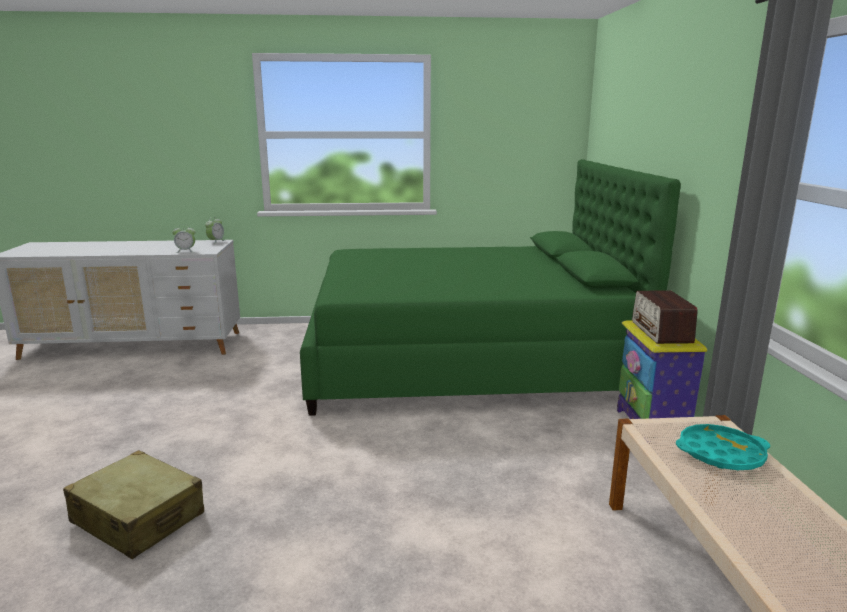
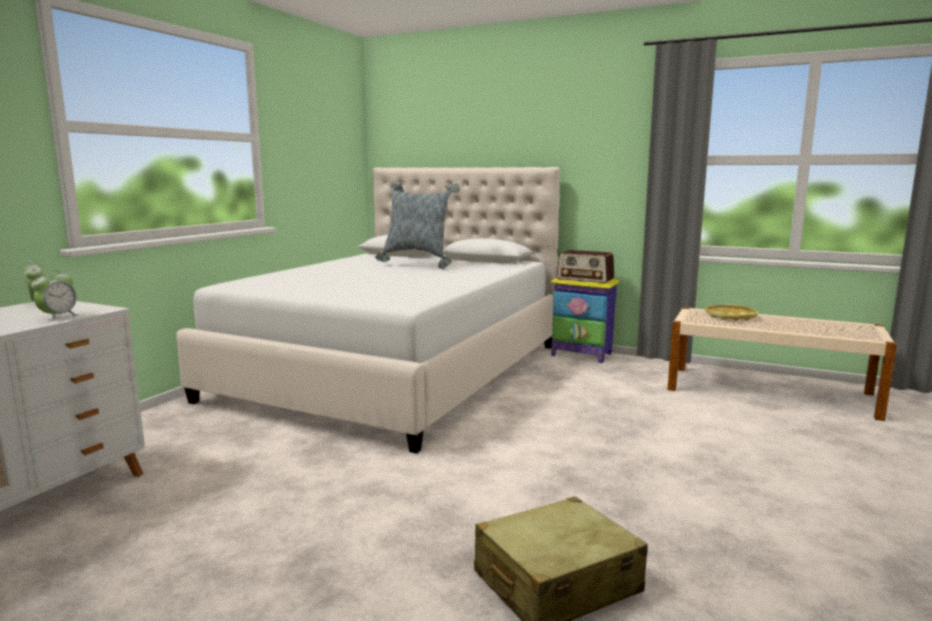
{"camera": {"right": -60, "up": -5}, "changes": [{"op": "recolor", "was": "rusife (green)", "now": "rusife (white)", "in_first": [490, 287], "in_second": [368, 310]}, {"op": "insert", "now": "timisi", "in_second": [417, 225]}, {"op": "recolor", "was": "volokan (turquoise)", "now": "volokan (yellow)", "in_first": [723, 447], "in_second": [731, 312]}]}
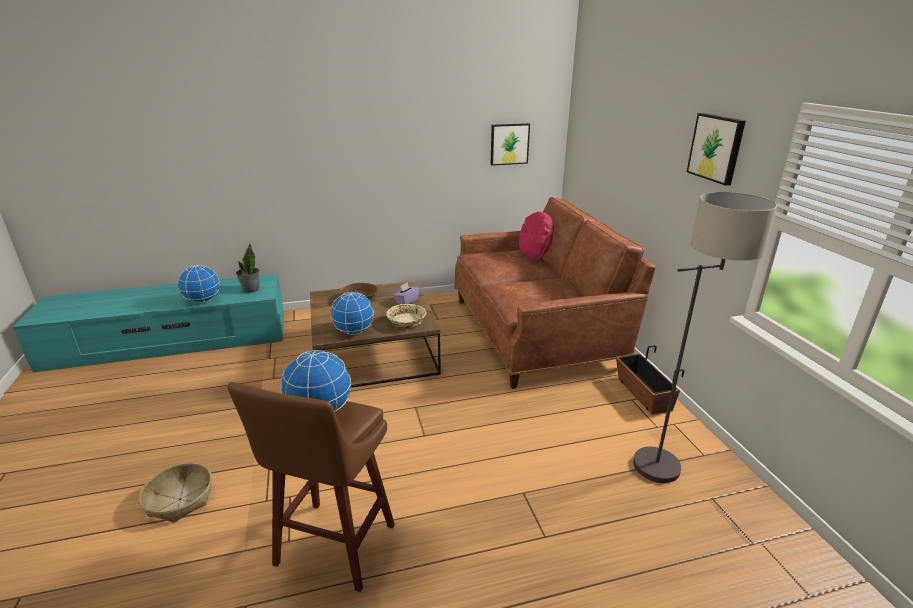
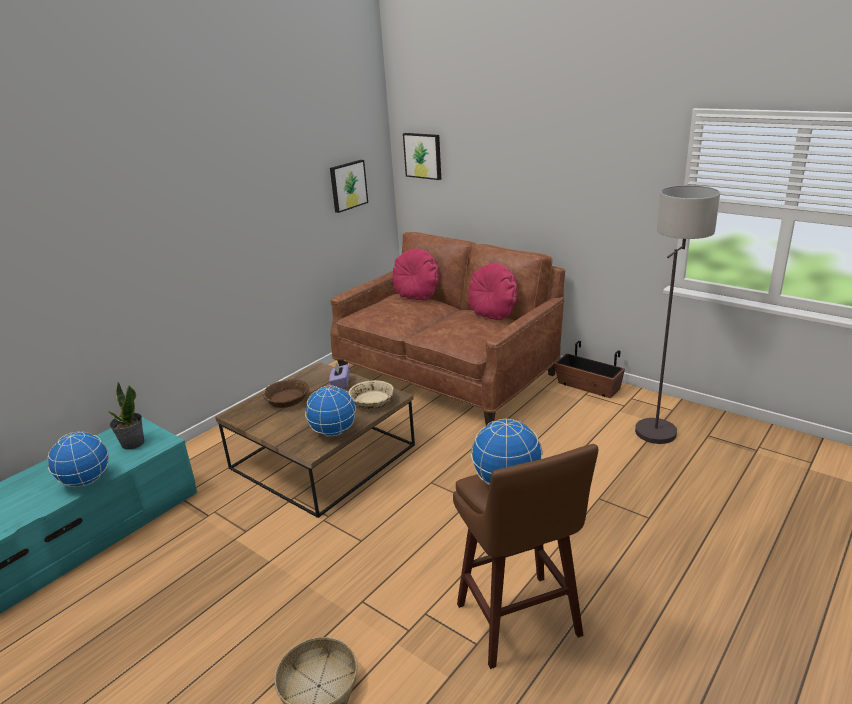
{"camera": {"right": -35, "up": 0}, "changes": [{"op": "move", "was": "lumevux", "in_first": [716, 149], "in_second": [422, 156]}, {"op": "insert", "now": "timisi (pink)", "in_second": [493, 291]}]}
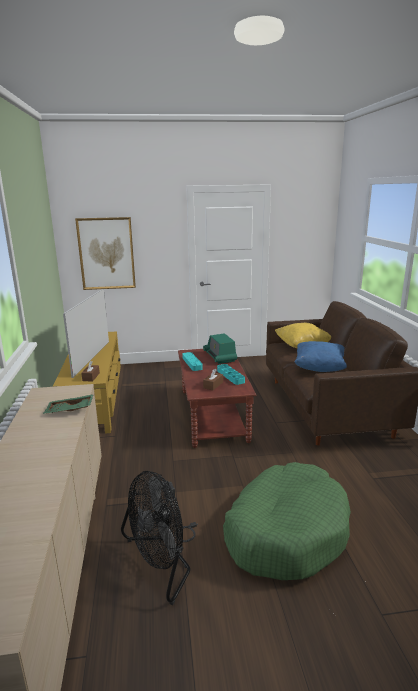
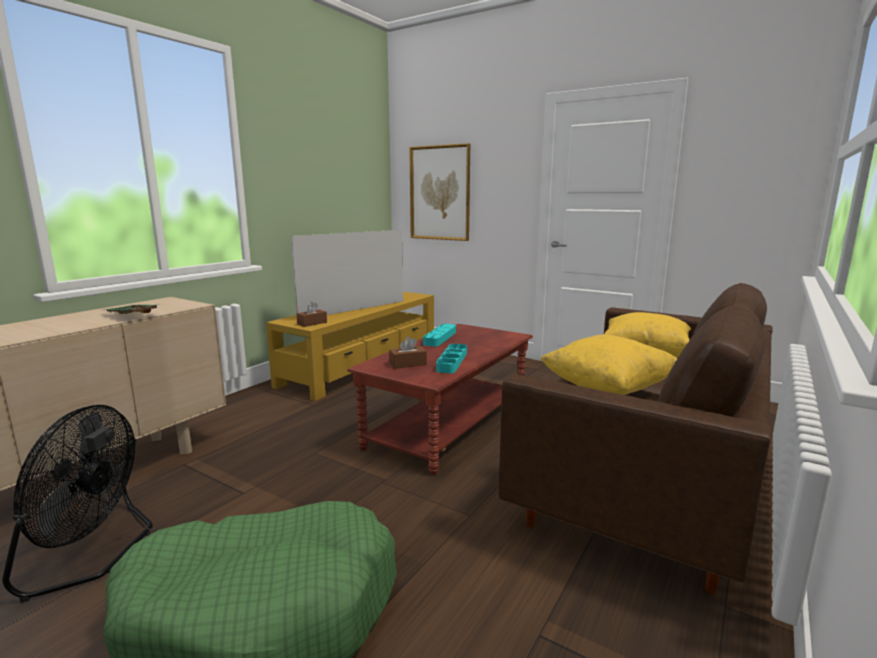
{"camera": {"right": 40, "up": -5}, "changes": [{"op": "recolor", "was": "timisi (blue)", "now": "timisi (yellow)", "in_first": [321, 356], "in_second": [609, 365]}, {"op": "delete", "was": "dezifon", "in_first": [220, 348]}]}
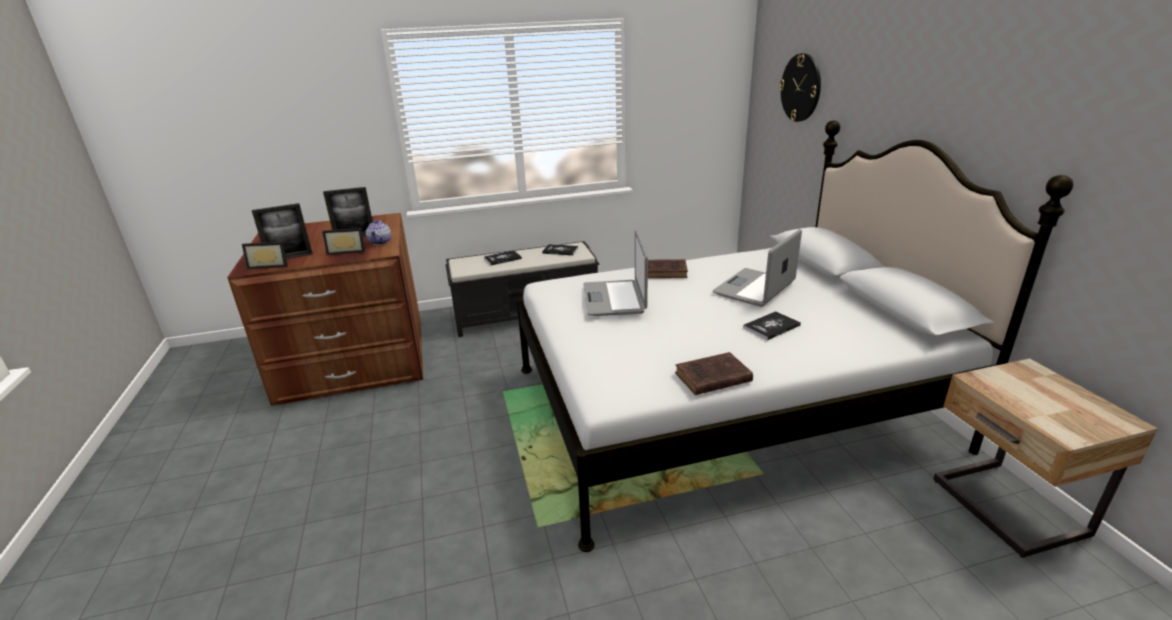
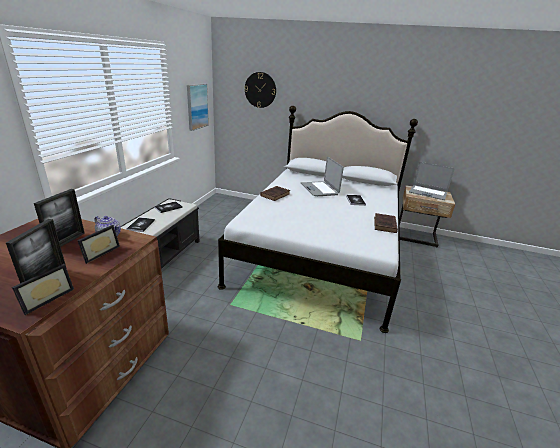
{"camera": {"right": -60, "up": 0}, "changes": [{"op": "insert", "now": "lumevux", "in_second": [198, 107]}, {"op": "move", "was": "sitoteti", "in_first": [615, 273], "in_second": [431, 181]}]}
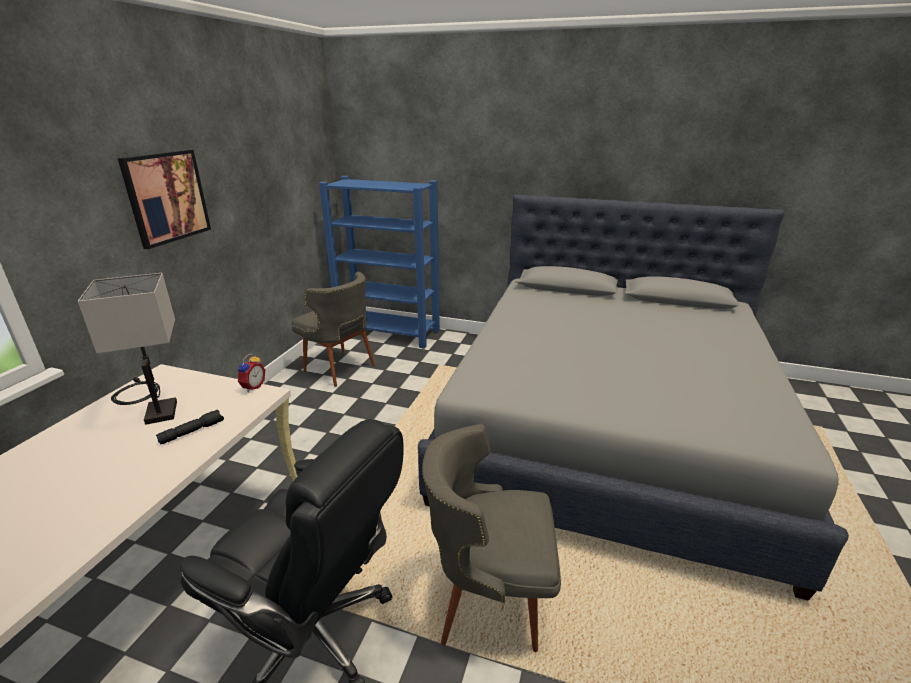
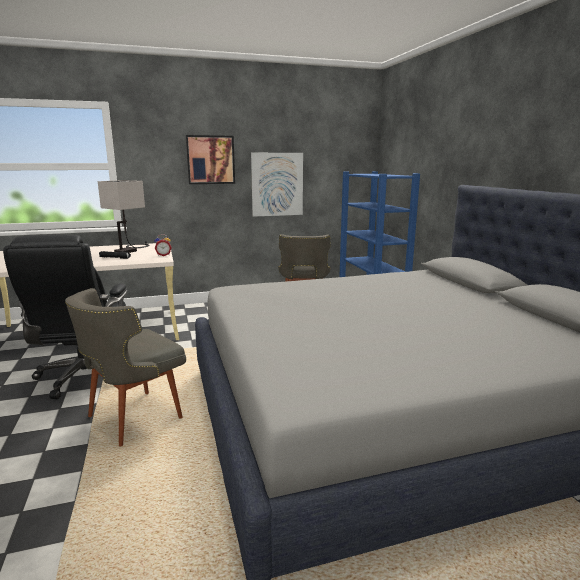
{"camera": {"right": 55, "up": -10}, "changes": [{"op": "rotate", "was": "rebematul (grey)", "in_first": [491, 538], "in_second": [125, 367], "clockwise": -105}, {"op": "insert", "now": "lumevux", "in_second": [277, 185]}]}
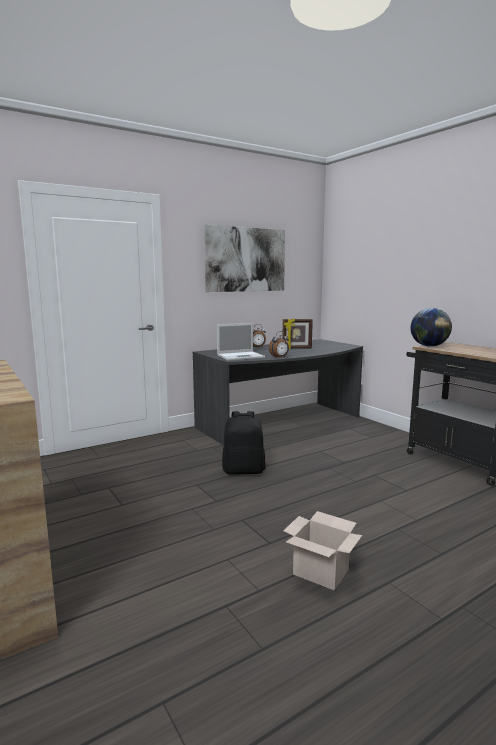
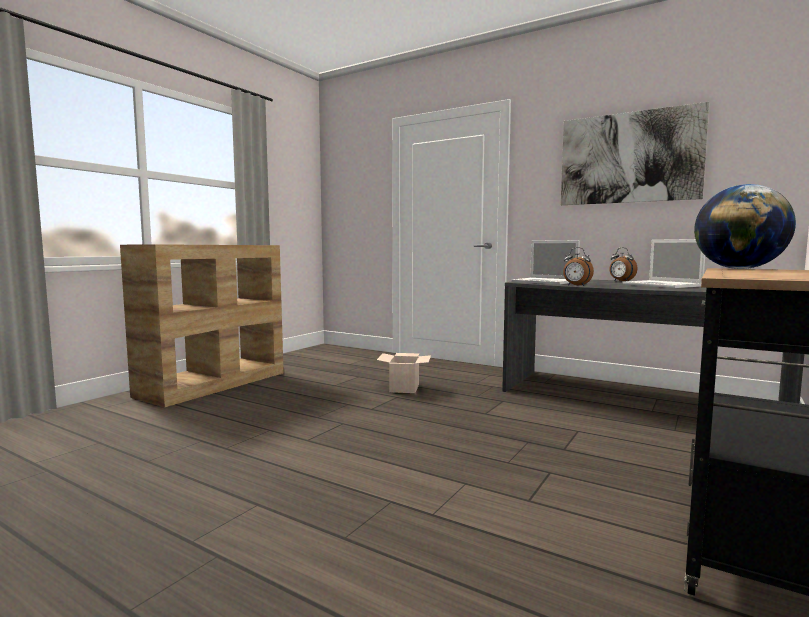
{"camera": {"right": 65, "up": -5}, "changes": [{"op": "move", "was": "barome", "in_first": [322, 550], "in_second": [404, 373]}, {"op": "replace", "was": "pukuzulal", "now": "sitoteti", "in_first": [297, 333], "in_second": [664, 263]}, {"op": "delete", "was": "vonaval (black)", "in_first": [244, 443]}]}
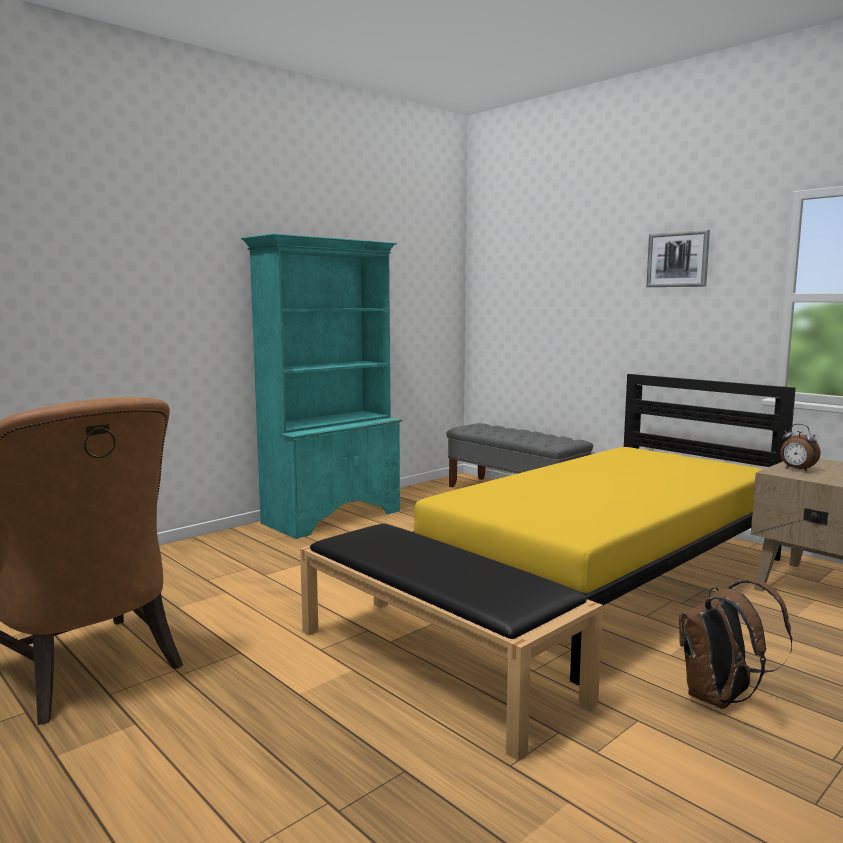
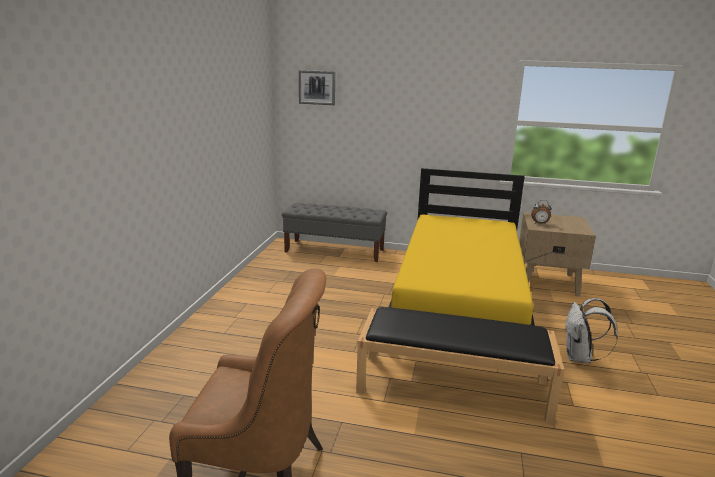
{"camera": {"right": -35, "up": 10}, "changes": [{"op": "move", "was": "lumevux", "in_first": [678, 258], "in_second": [317, 87]}, {"op": "recolor", "was": "vonaval (brown)", "now": "vonaval (white)", "in_first": [735, 644], "in_second": [591, 331]}, {"op": "delete", "was": "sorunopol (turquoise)", "in_first": [321, 386]}]}
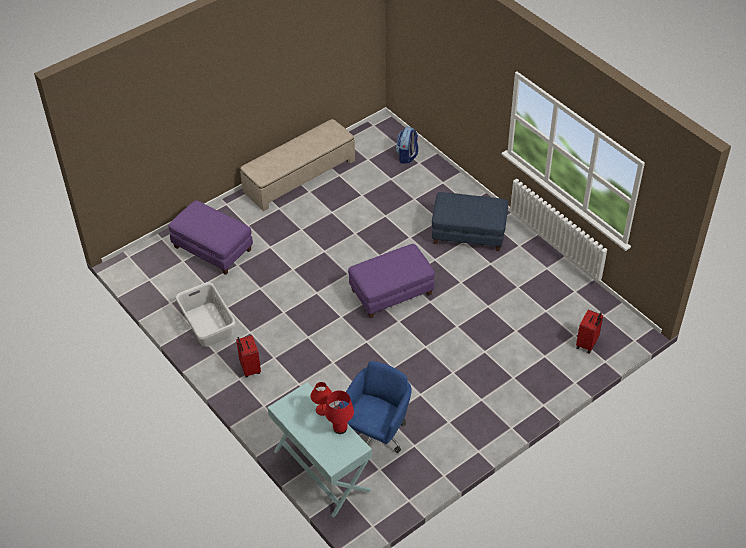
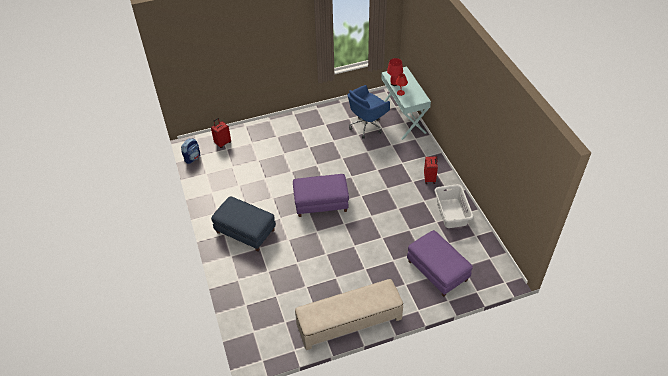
{"camera": {"right": -160, "up": 0}, "changes": [{"op": "move", "was": "vonaval", "in_first": [407, 145], "in_second": [191, 151]}]}
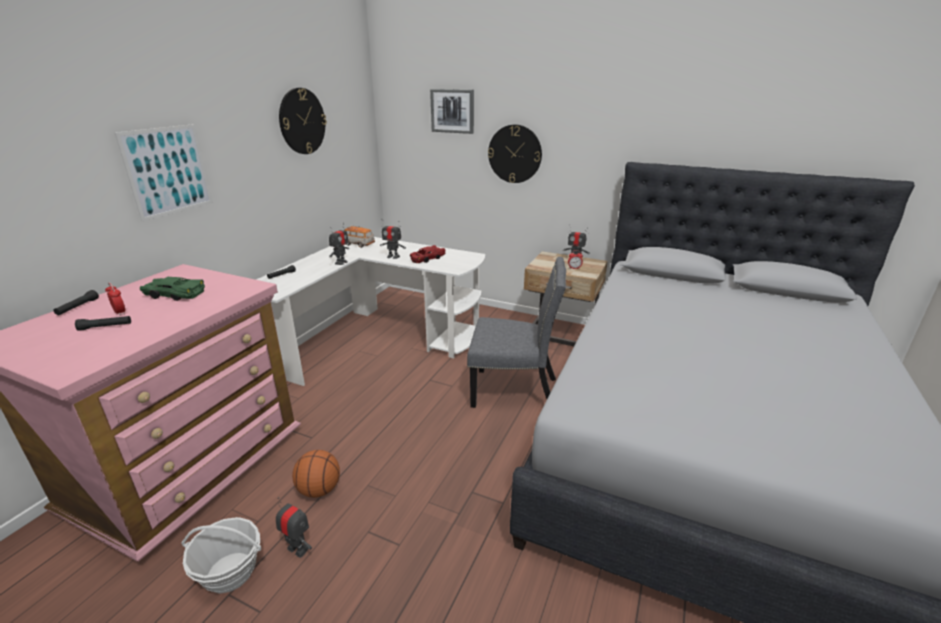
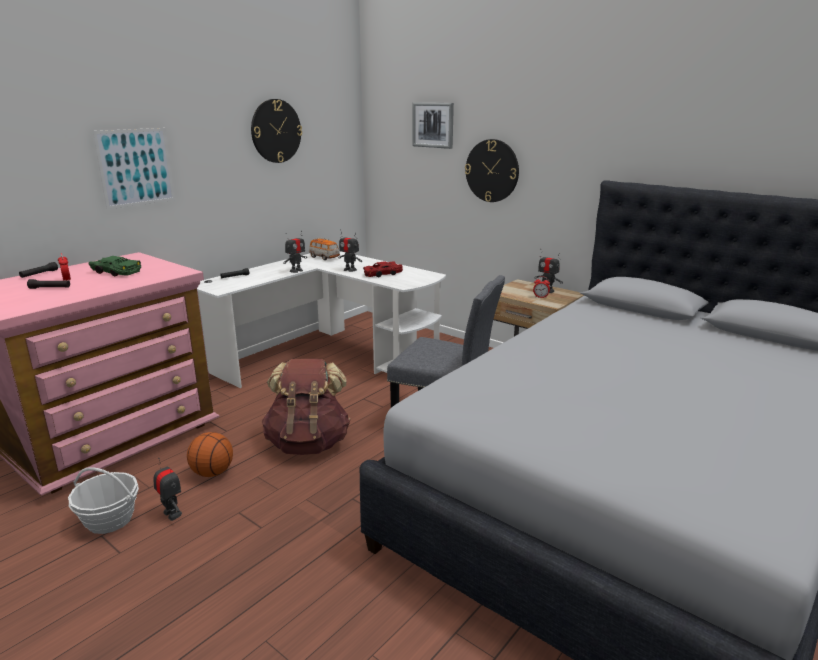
{"camera": {"right": 15, "up": -5}, "changes": [{"op": "insert", "now": "vonaval (brown)", "in_second": [305, 407]}]}
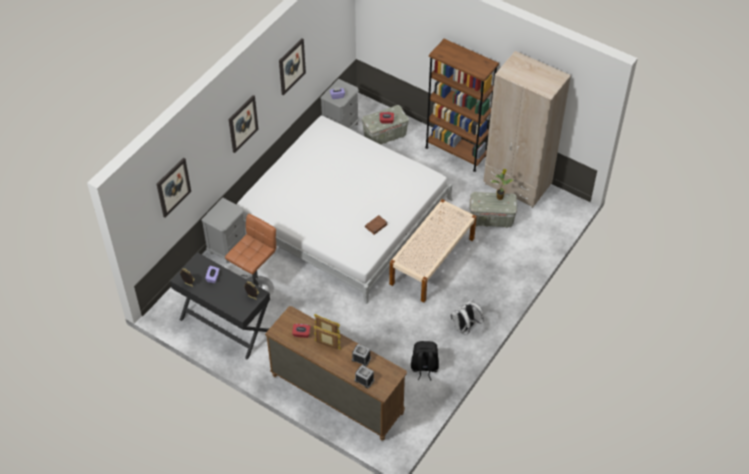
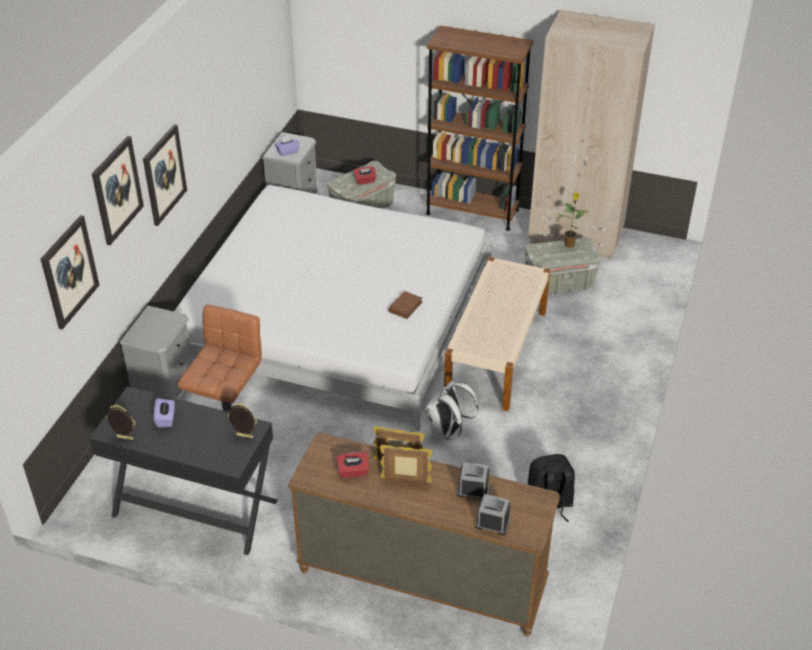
{"camera": {"right": -15, "up": -10}, "changes": [{"op": "move", "was": "lumevux", "in_first": [292, 67], "in_second": [118, 190]}, {"op": "move", "was": "vonaval (white)", "in_first": [467, 317], "in_second": [451, 410]}]}
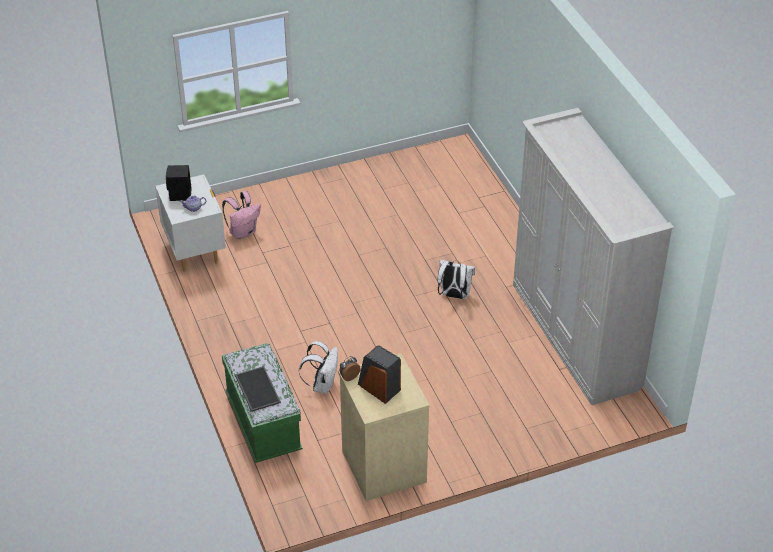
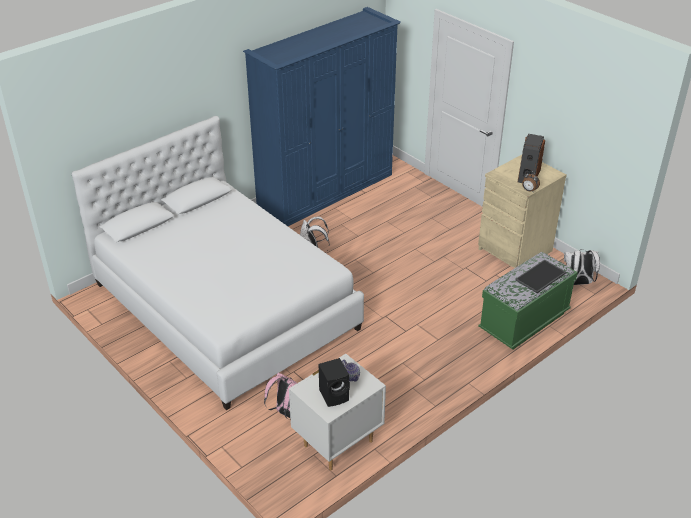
{"camera": {"right": -110, "up": -5}, "changes": [{"op": "insert", "now": "rusife (white)", "in_second": [218, 263]}, {"op": "recolor", "was": "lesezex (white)", "now": "lesezex (blue)", "in_first": [593, 256], "in_second": [322, 116]}, {"op": "move", "was": "vonaval (white)", "in_first": [318, 367], "in_second": [582, 267]}]}
